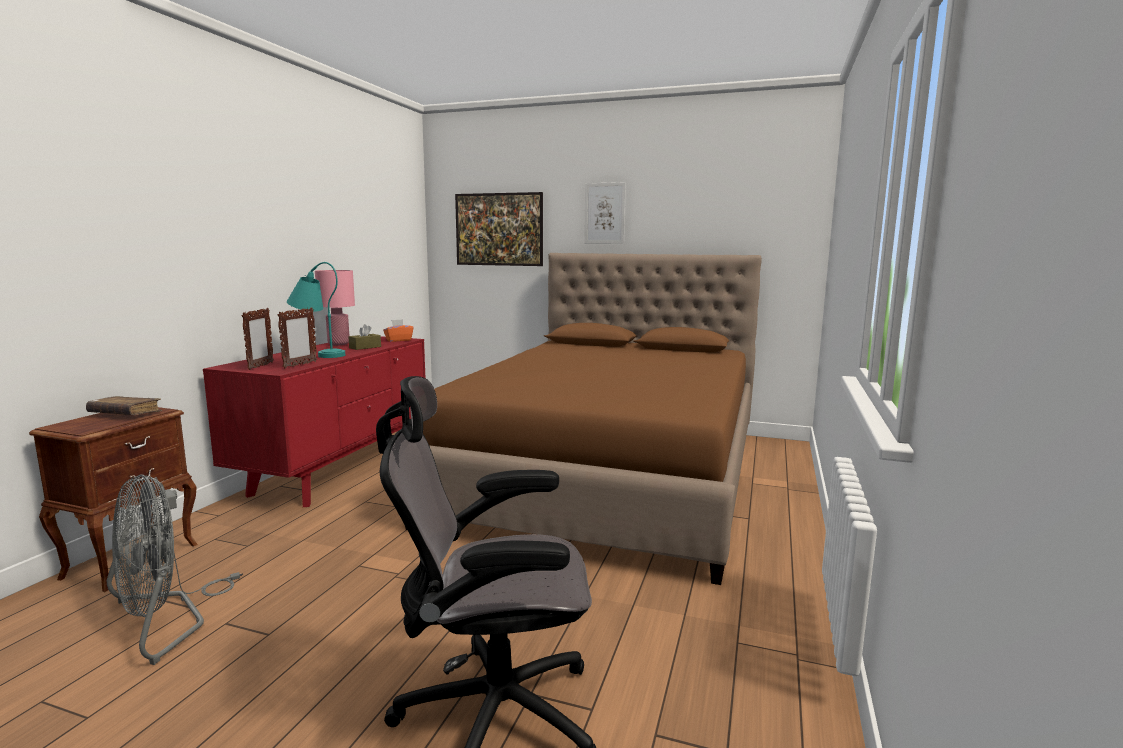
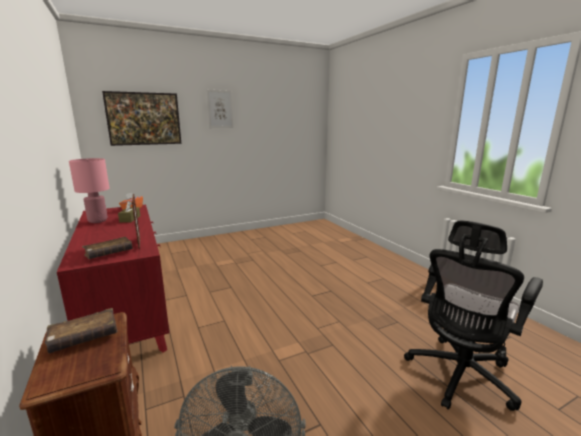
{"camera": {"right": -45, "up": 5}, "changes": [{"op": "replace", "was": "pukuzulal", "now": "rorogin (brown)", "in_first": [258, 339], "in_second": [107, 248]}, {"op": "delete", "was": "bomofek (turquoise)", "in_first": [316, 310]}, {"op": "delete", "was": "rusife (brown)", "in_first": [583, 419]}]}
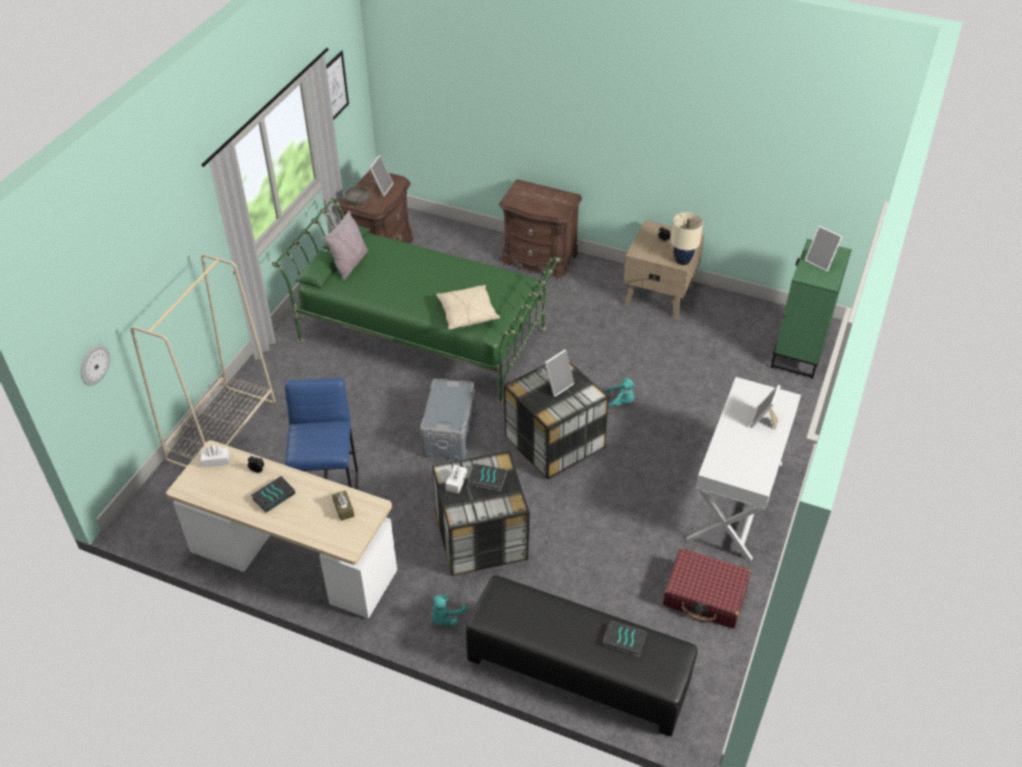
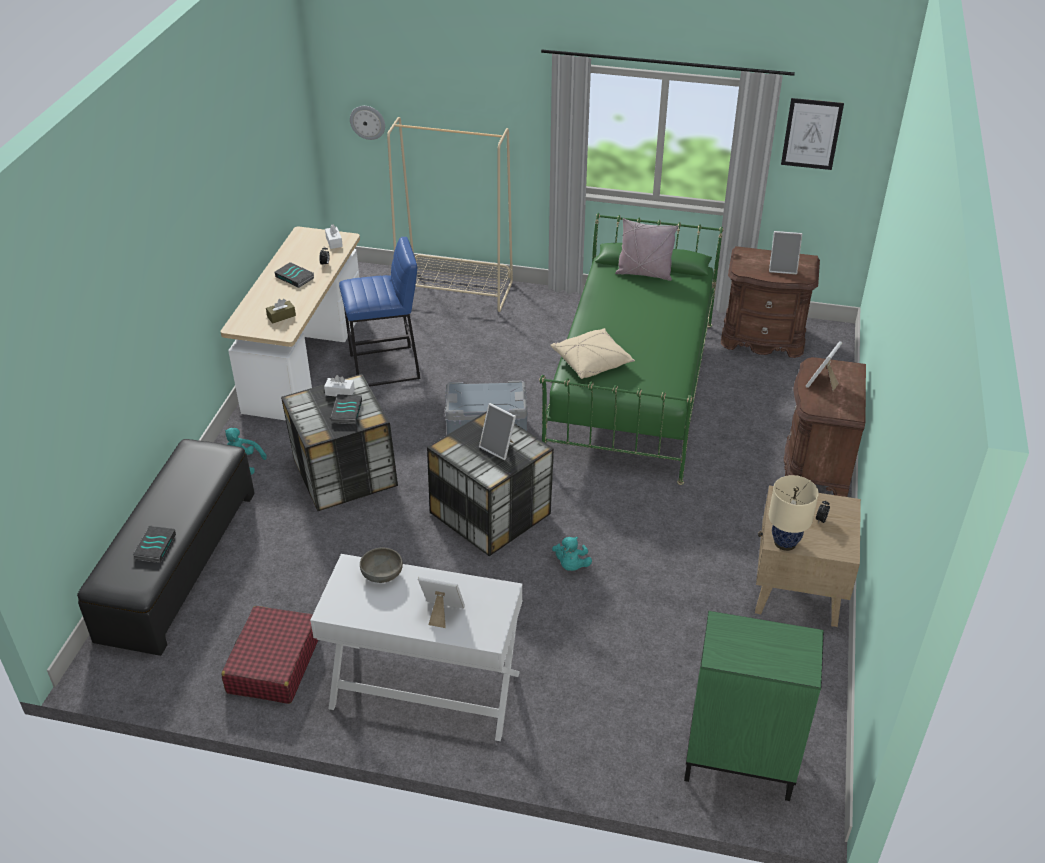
{"camera": {"right": 80, "up": -5}, "changes": [{"op": "move", "was": "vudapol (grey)", "in_first": [357, 195], "in_second": [381, 565]}, {"op": "move", "was": "pukuzulal", "in_first": [824, 249], "in_second": [824, 366]}]}
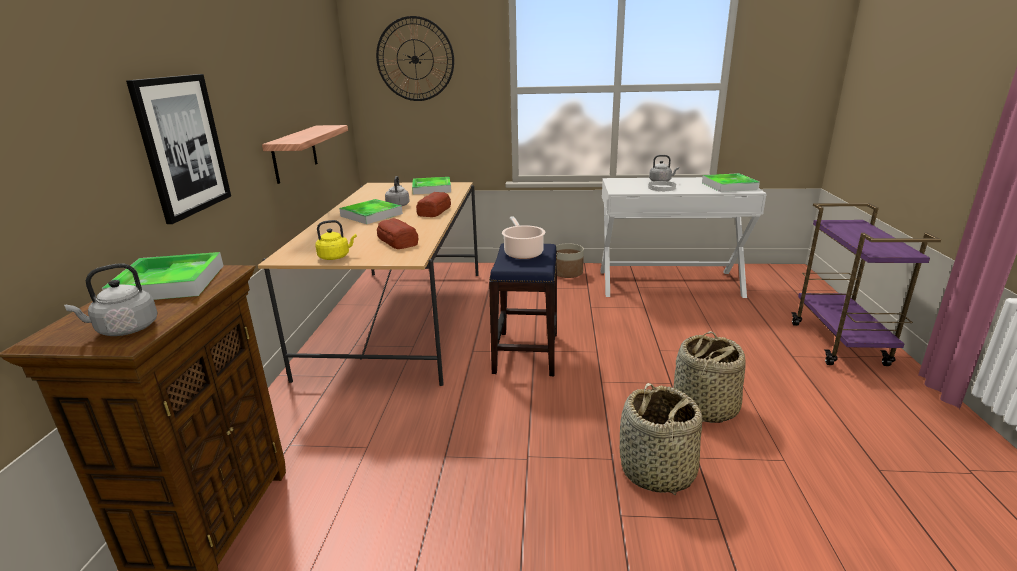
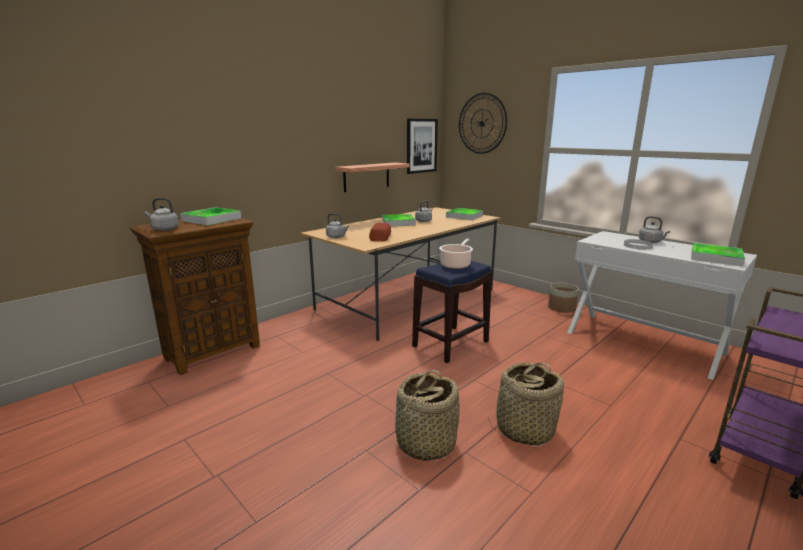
{"camera": {"right": 40, "up": -5}, "changes": [{"op": "recolor", "was": "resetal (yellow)", "now": "resetal (grey)", "in_first": [336, 240], "in_second": [337, 225]}, {"op": "move", "was": "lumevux", "in_first": [178, 149], "in_second": [422, 146]}, {"op": "delete", "was": "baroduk", "in_first": [433, 204]}]}
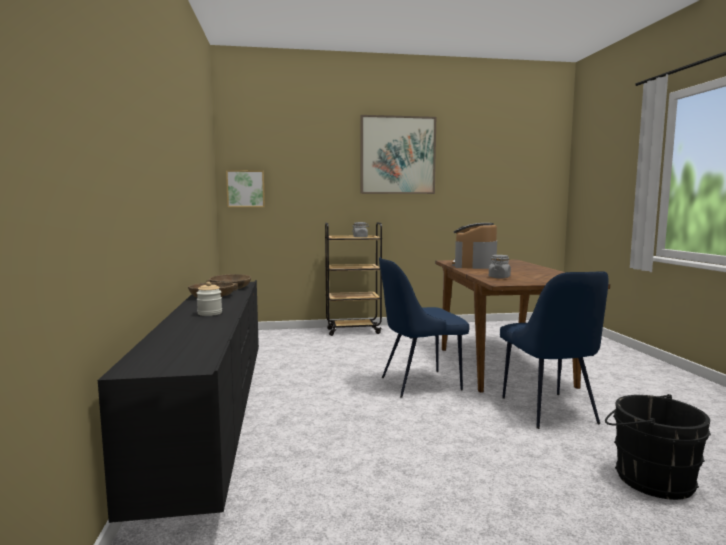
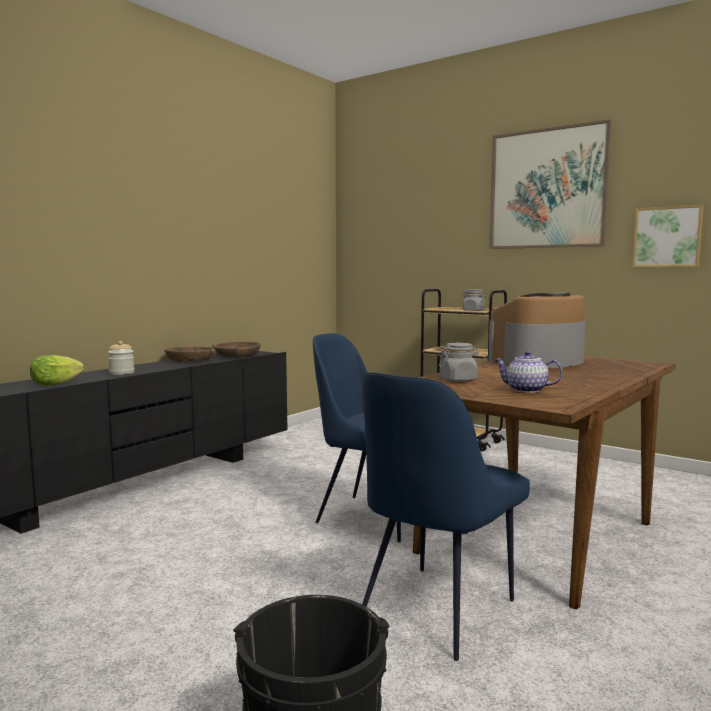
{"camera": {"right": 45, "up": 0}, "changes": [{"op": "insert", "now": "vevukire", "in_second": [57, 370]}, {"op": "insert", "now": "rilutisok", "in_second": [528, 372]}, {"op": "move", "was": "lumevux", "in_first": [245, 188], "in_second": [668, 236]}]}
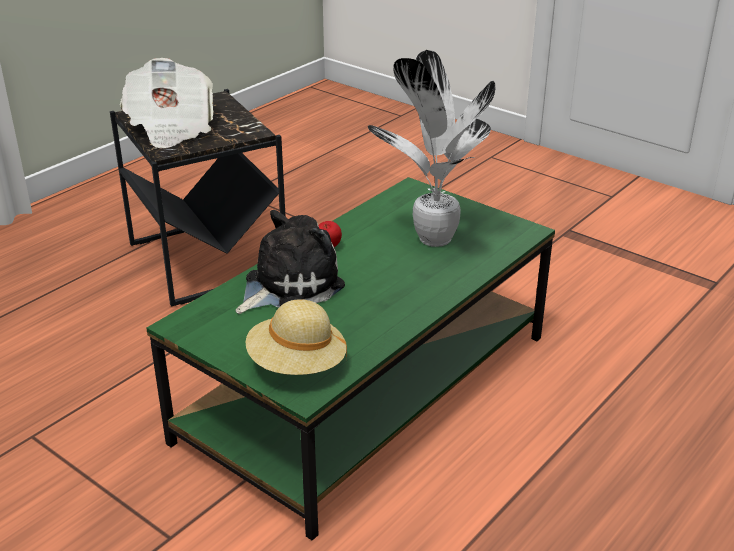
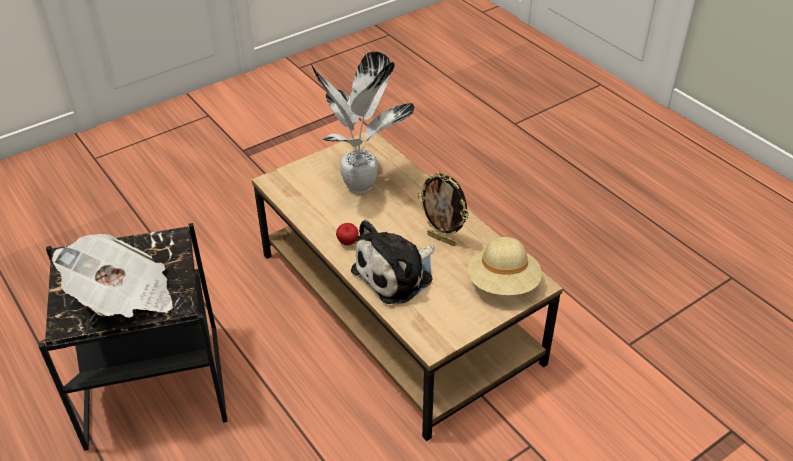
{"camera": {"right": -75, "up": 10}, "changes": [{"op": "recolor", "was": "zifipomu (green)", "now": "zifipomu (brown)", "in_first": [351, 358], "in_second": [407, 286]}, {"op": "rotate", "was": "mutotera", "in_first": [290, 262], "in_second": [393, 262], "clockwise": -105}, {"op": "insert", "now": "pukuzulal", "in_second": [443, 209]}]}
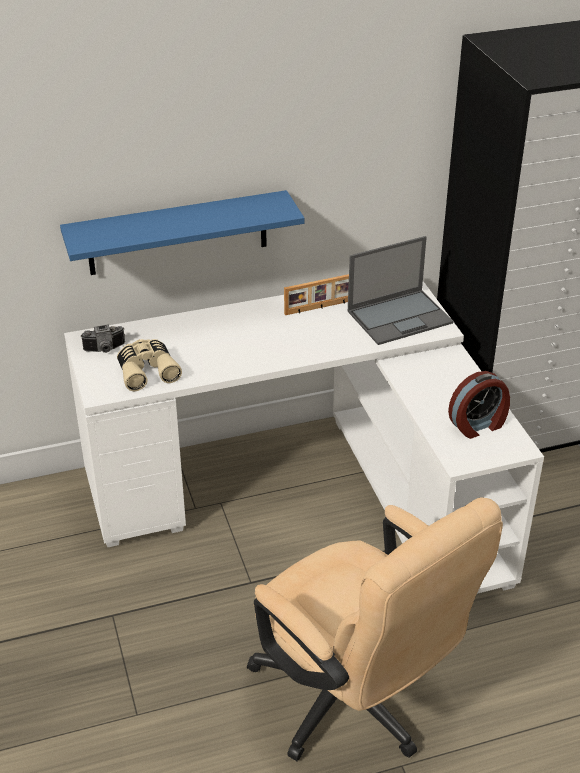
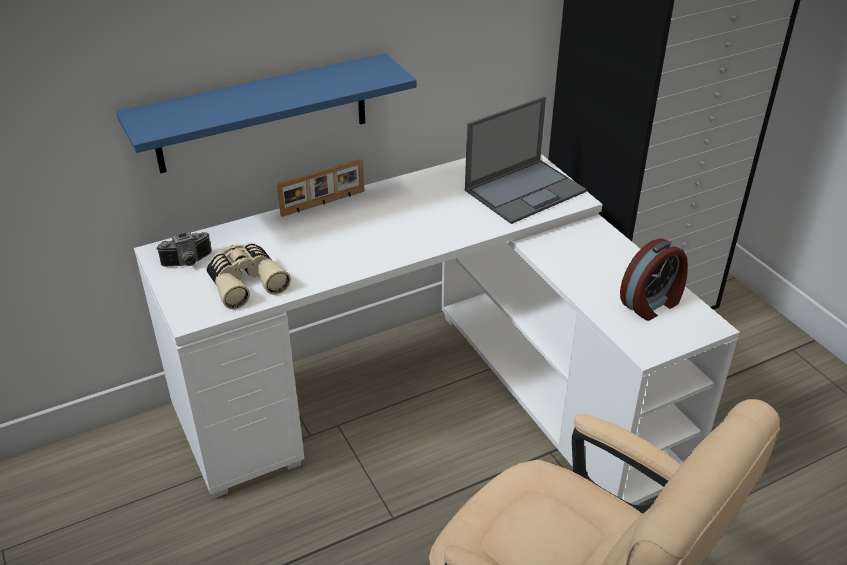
{"camera": {"right": -10, "up": 0}, "changes": [{"op": "move", "was": "pukuzulal", "in_first": [316, 294], "in_second": [320, 188]}]}
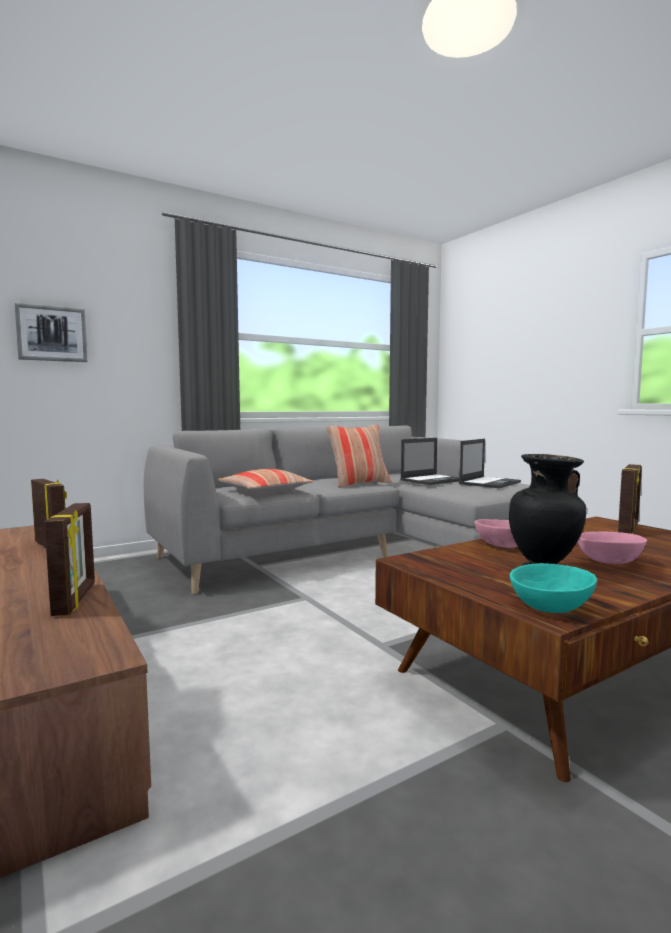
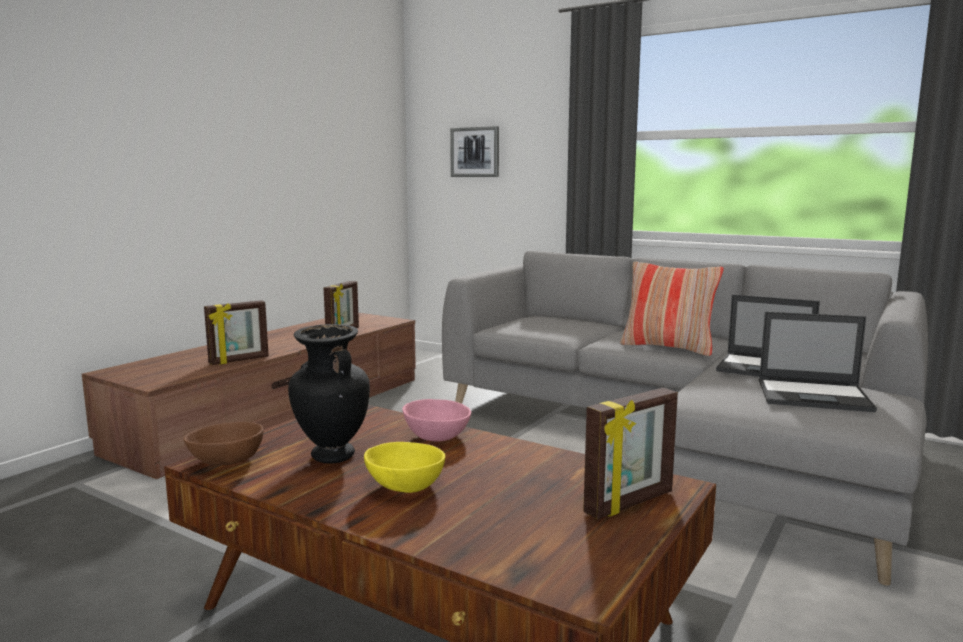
{"camera": {"right": 65, "up": 5}, "changes": [{"op": "recolor", "was": "vudapol (turquoise)", "now": "vudapol (brown)", "in_first": [553, 588], "in_second": [223, 443]}, {"op": "recolor", "was": "vudapol (pink)", "now": "vudapol (yellow)", "in_first": [612, 548], "in_second": [404, 467]}, {"op": "rotate", "was": "pukuzulal", "in_first": [630, 499], "in_second": [630, 453], "clockwise": -45}, {"op": "delete", "was": "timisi", "in_first": [265, 481]}]}
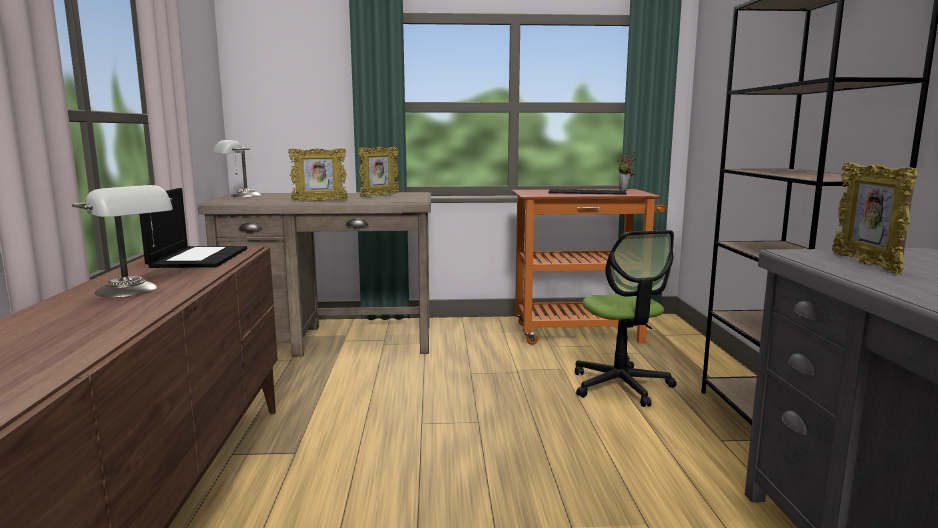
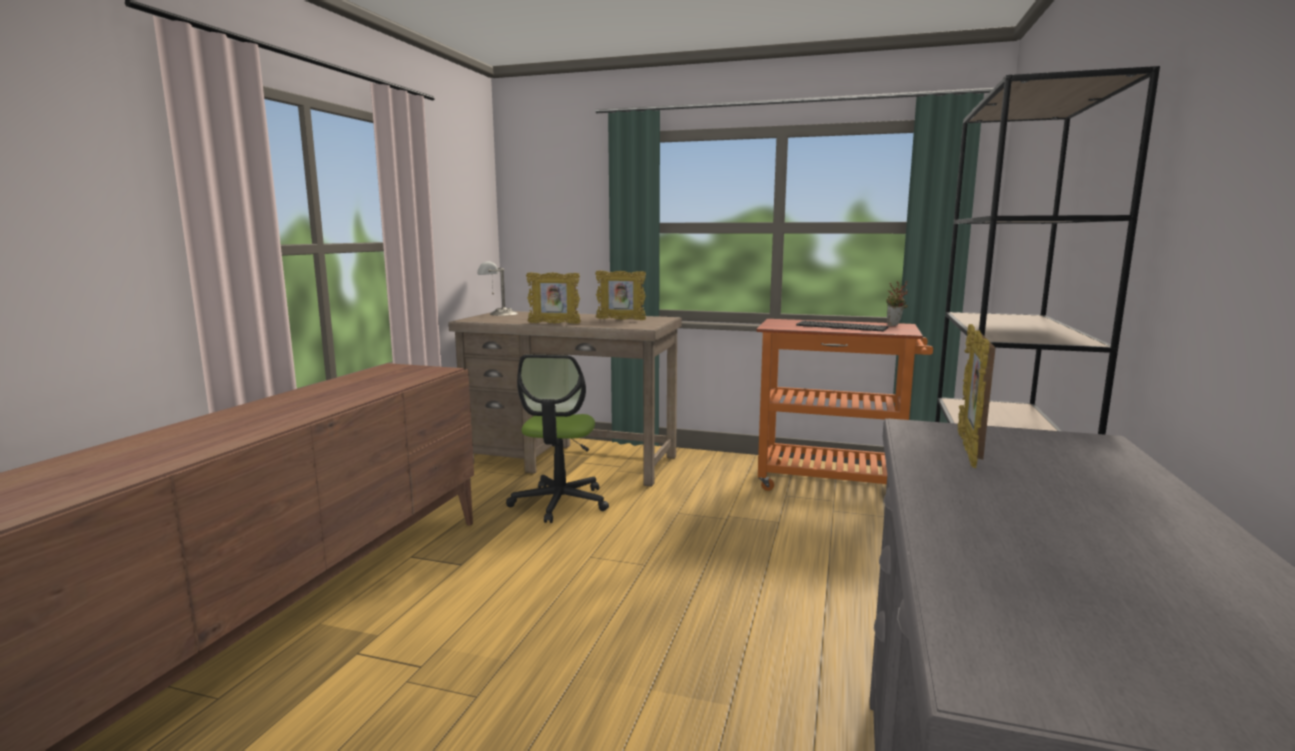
{"camera": {"right": 20, "up": 0}, "changes": [{"op": "move", "was": "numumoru", "in_first": [626, 318], "in_second": [557, 439]}, {"op": "rotate", "was": "pukuzulal", "in_first": [378, 172], "in_second": [620, 295], "clockwise": 45}, {"op": "delete", "was": "bomofek (white)", "in_first": [122, 241]}, {"op": "delete", "was": "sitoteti", "in_first": [193, 228]}]}
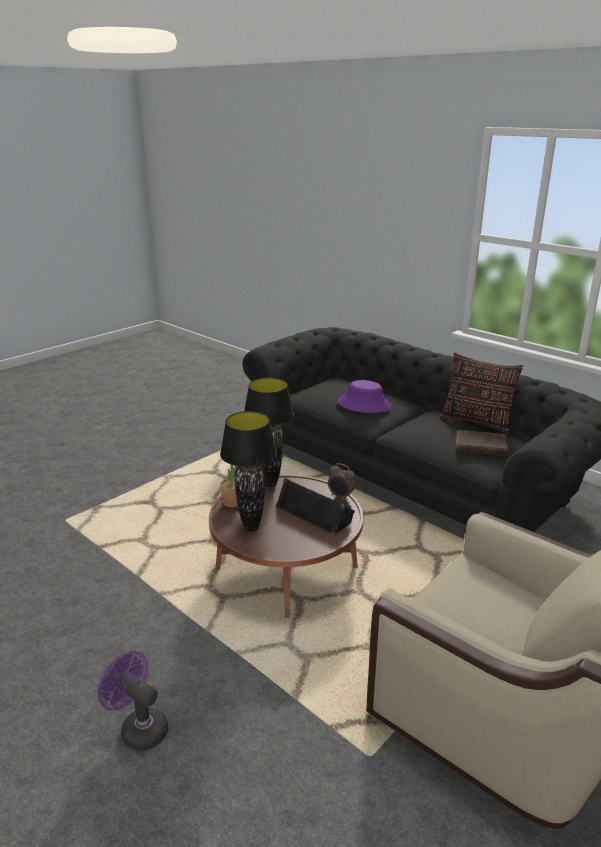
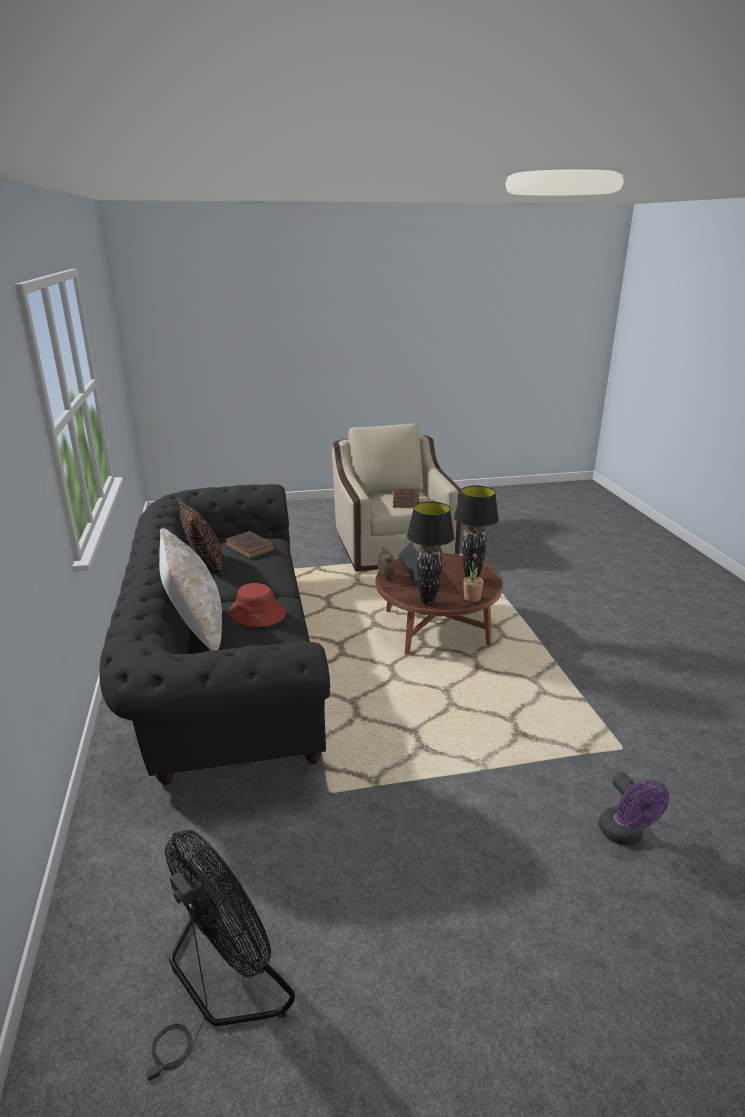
{"camera": {"right": -145, "up": 0}, "changes": [{"op": "insert", "now": "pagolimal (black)", "in_second": [219, 955]}, {"op": "insert", "now": "timisi (white)", "in_second": [190, 589]}, {"op": "recolor", "was": "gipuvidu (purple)", "now": "gipuvidu (red)", "in_first": [364, 396], "in_second": [257, 605]}, {"op": "insert", "now": "rorogin (brown)", "in_second": [406, 498]}, {"op": "move", "was": "pagolimal (purple)", "in_first": [133, 701], "in_second": [634, 809]}]}
